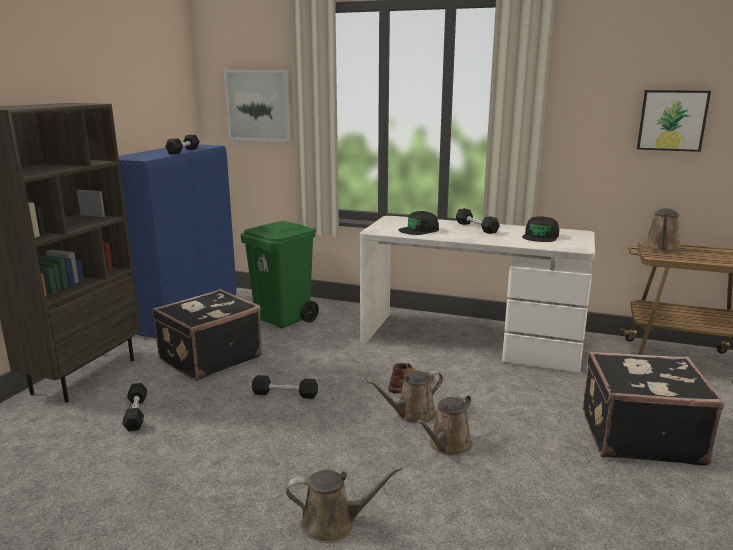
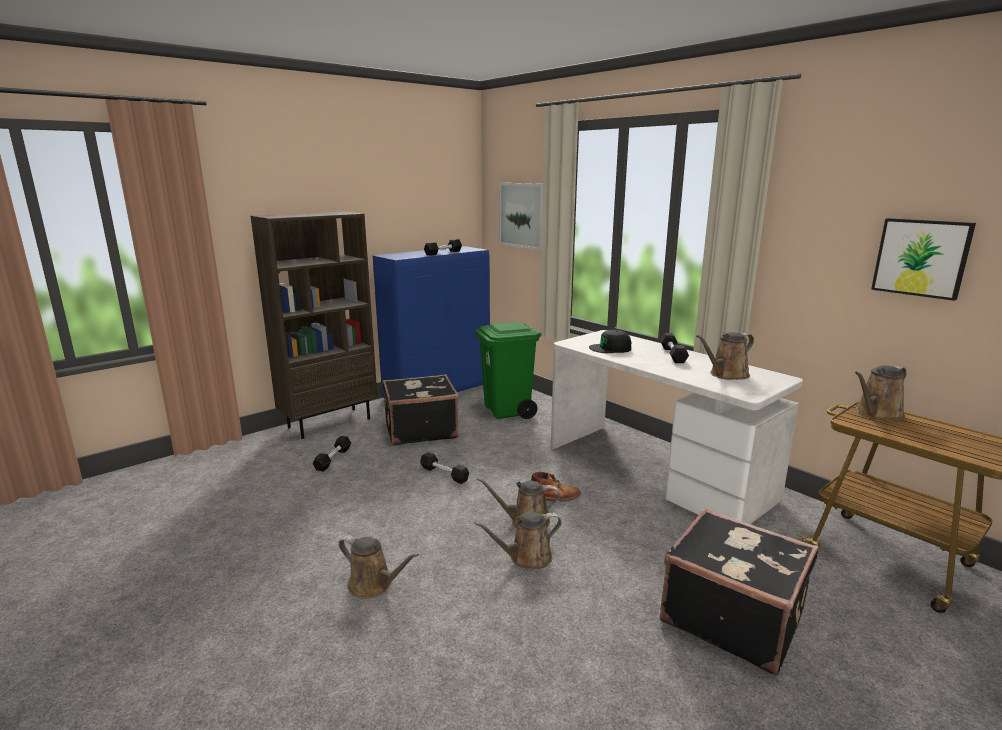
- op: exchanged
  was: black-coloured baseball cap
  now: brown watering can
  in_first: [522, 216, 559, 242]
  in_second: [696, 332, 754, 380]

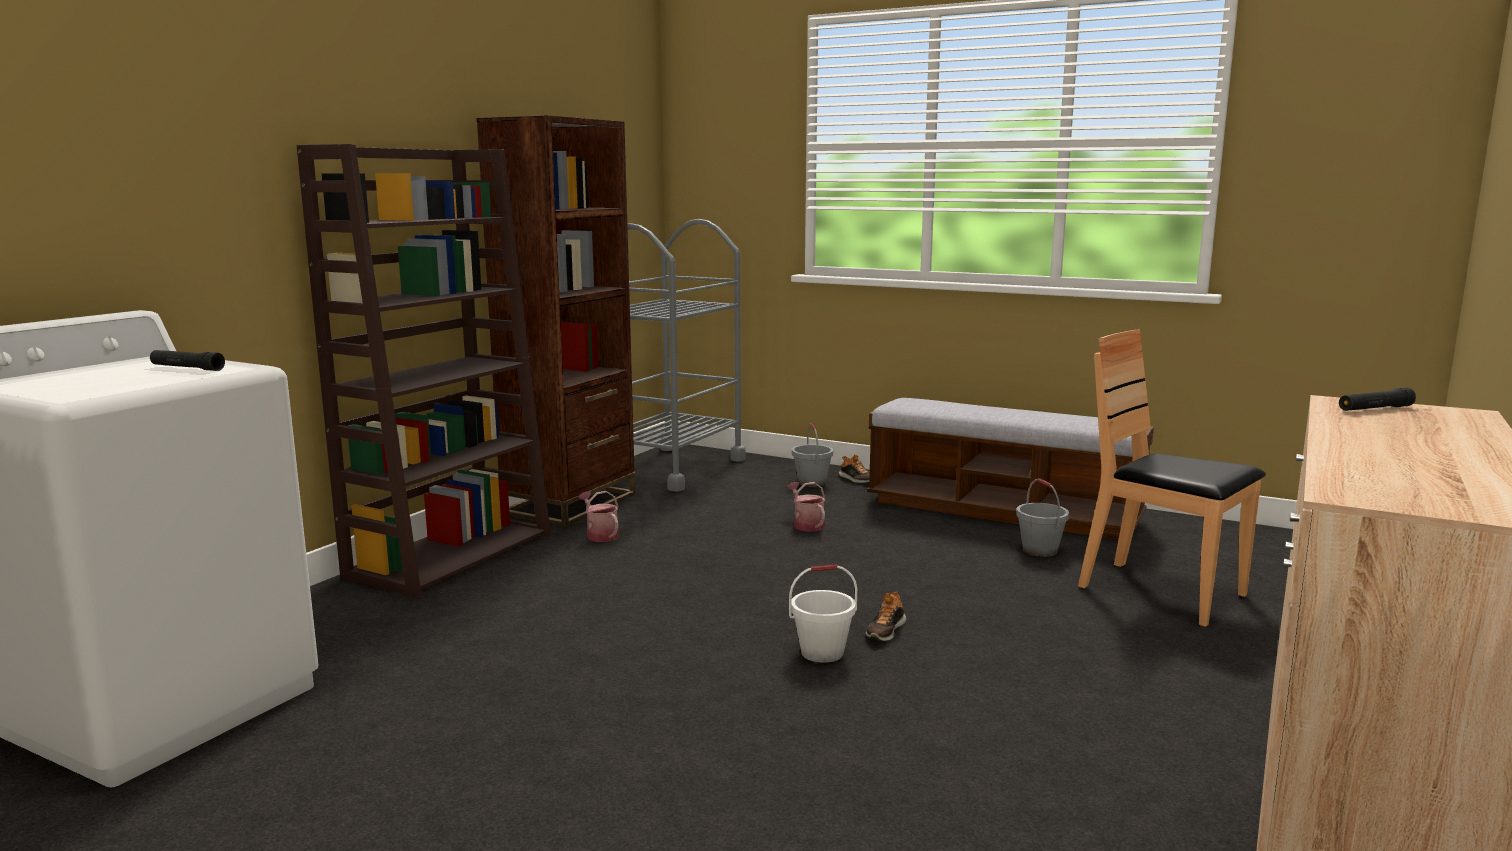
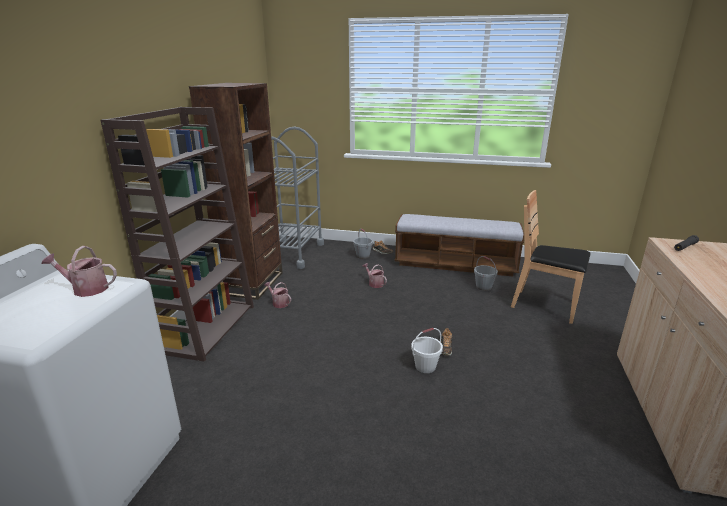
- op: exchanged
  was: black-coloured hand torch
  now: watering can
  in_first: [150, 350, 225, 371]
  in_second: [42, 246, 117, 297]

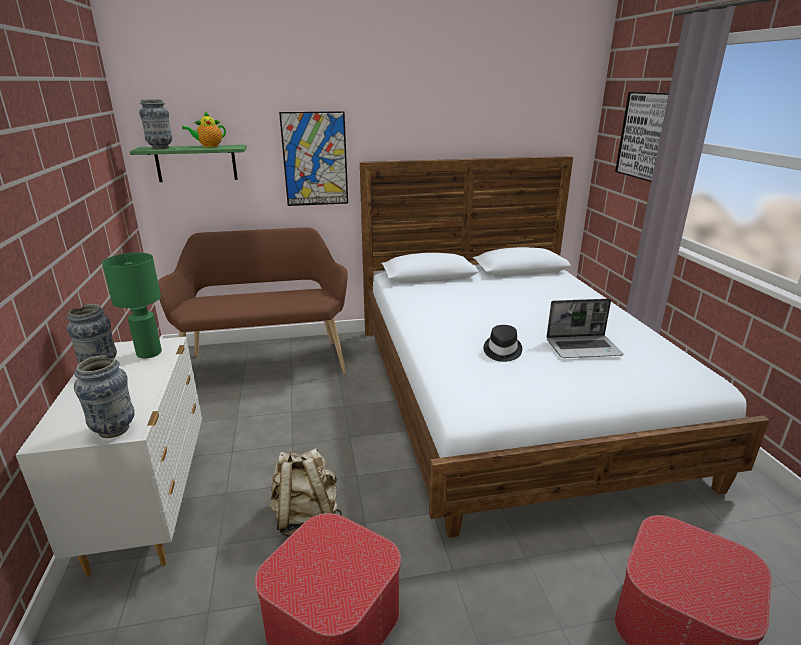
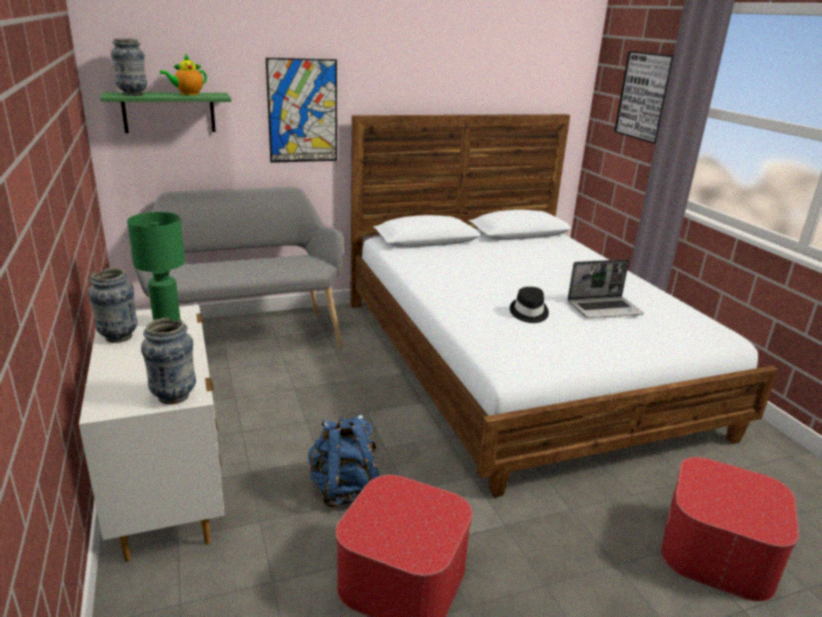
- op: colour
  was: brown long seat
  now: greyish long seat
  in_first: [158, 227, 348, 374]
  in_second: [130, 187, 344, 348]
- op: colour
  was: beige-coloured knapsack
  now: blue knapsack
  in_first: [270, 448, 342, 536]
  in_second: [308, 414, 380, 507]

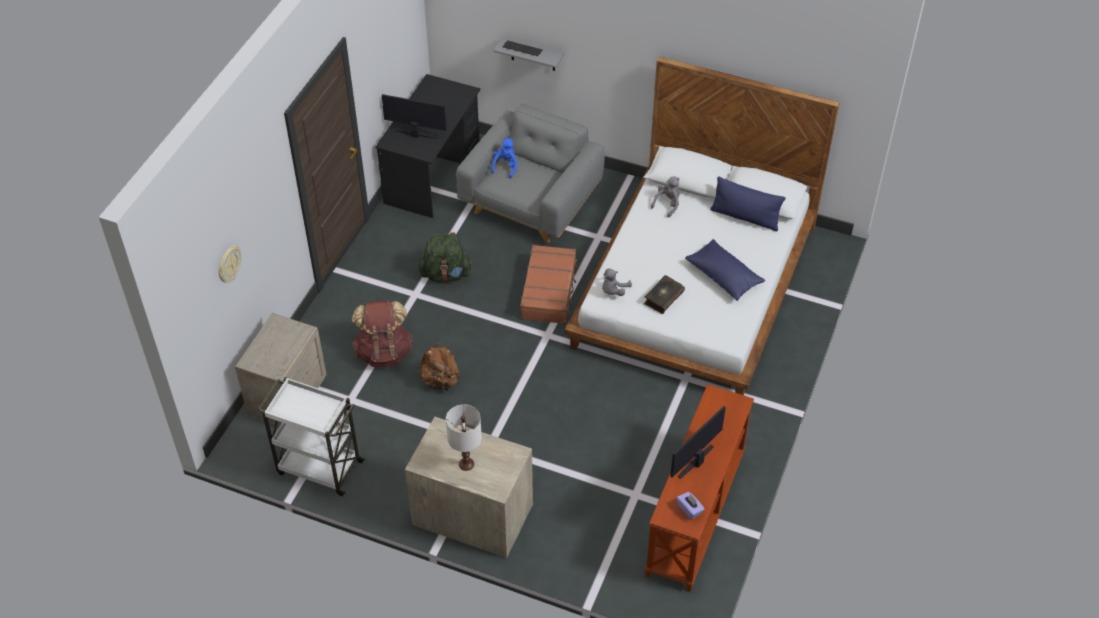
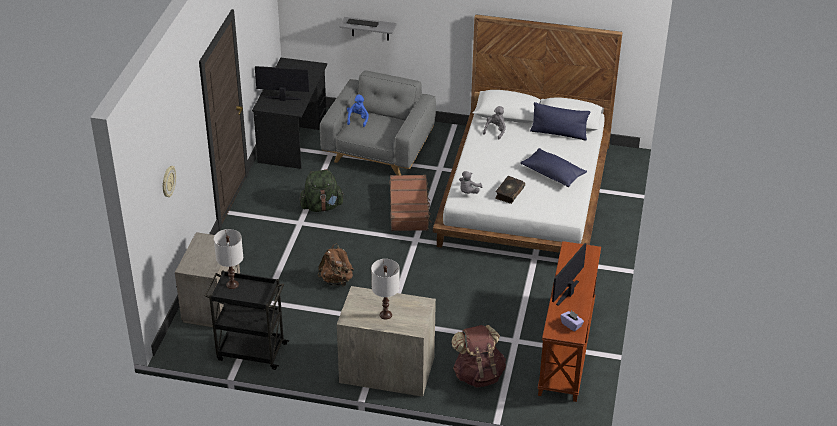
- op: colour
  was: white trolley
  now: black-coloured trolley
  in_first: [258, 377, 365, 496]
  in_second: [205, 270, 289, 370]
- op: appeared
  now: white table lamp
  in_second: [214, 229, 243, 289]
- op: relocated
  was: brown knapsack
  in_first: [352, 300, 413, 368]
  in_second: [451, 325, 506, 388]

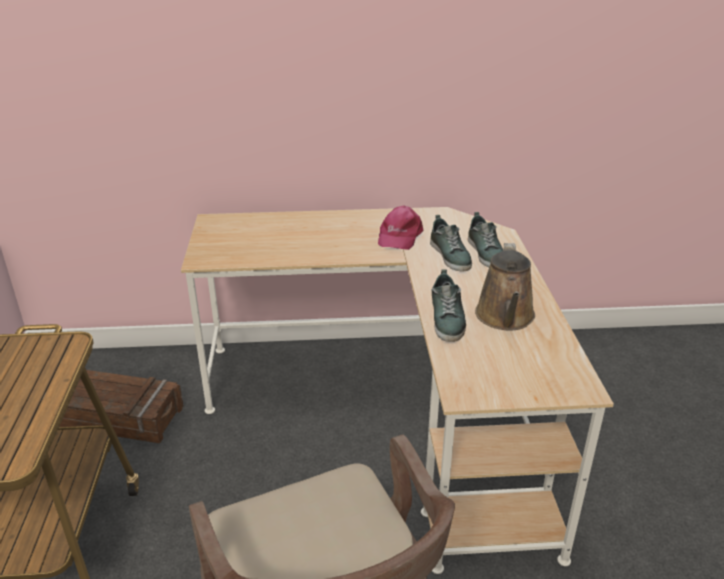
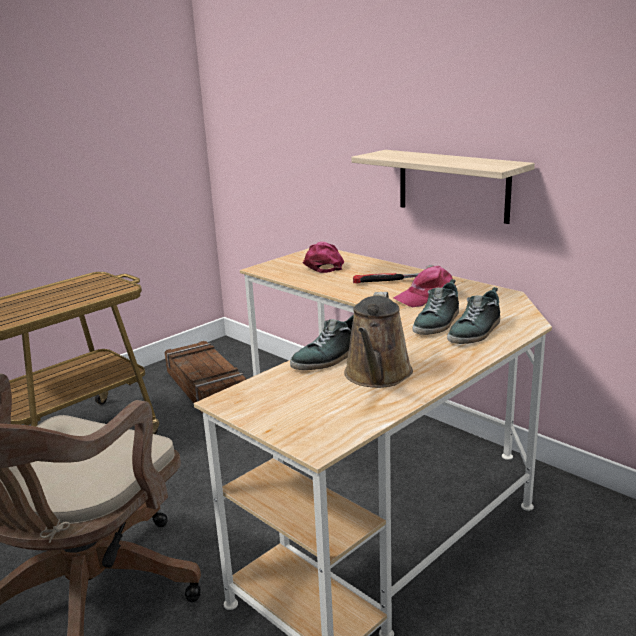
- op: appeared
  now: pink-coloured baseball cap
  in_second: [303, 242, 344, 273]
- op: spun
  was: brown watering can
  in_first: [475, 243, 535, 331]
  in_second: [344, 292, 413, 388]
  clockwise: -45
- op: appeared
  now: wall shelf
  in_second: [351, 150, 535, 224]
- op: appeared
  now: hand hammer
  in_second: [353, 265, 434, 283]

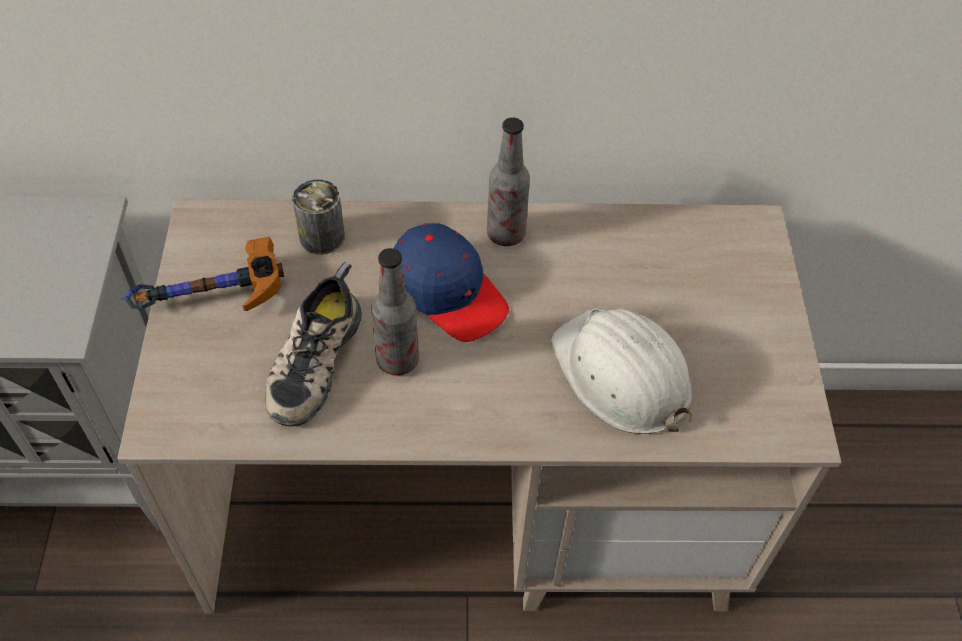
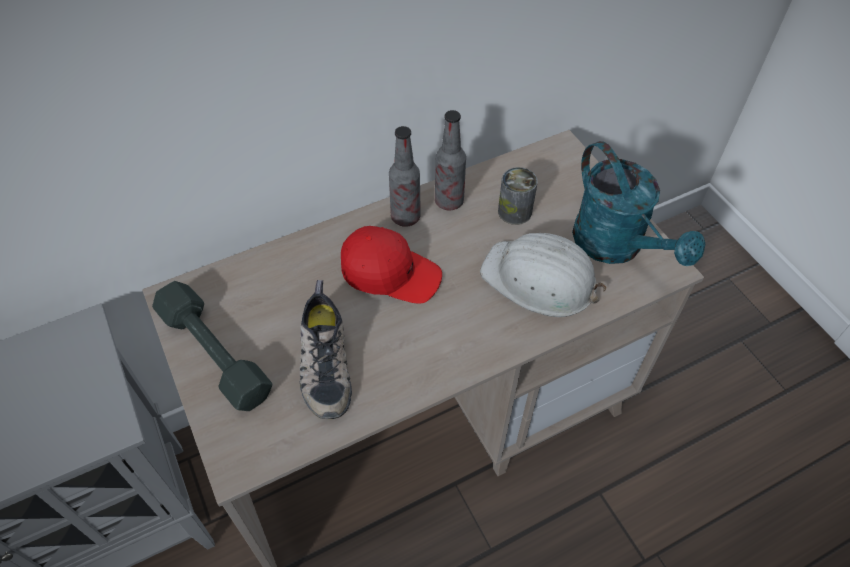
- op: exchanged
  was: hand hammer
  now: greyish hand weight
  in_first: [121, 237, 284, 311]
  in_second: [152, 281, 272, 411]
- op: colour
  was: blue baseball cap
  now: reddish baseball cap
  in_first: [393, 223, 509, 342]
  in_second: [341, 226, 442, 304]
- op: relocated
  was: drink bottle
  in_first: [371, 248, 419, 376]
  in_second: [435, 110, 466, 210]
- op: relocated
  was: sealed can
  in_first: [292, 179, 345, 255]
  in_second: [498, 167, 538, 225]
- op: appeared
  now: blue-green watering can
  in_second: [572, 141, 705, 266]

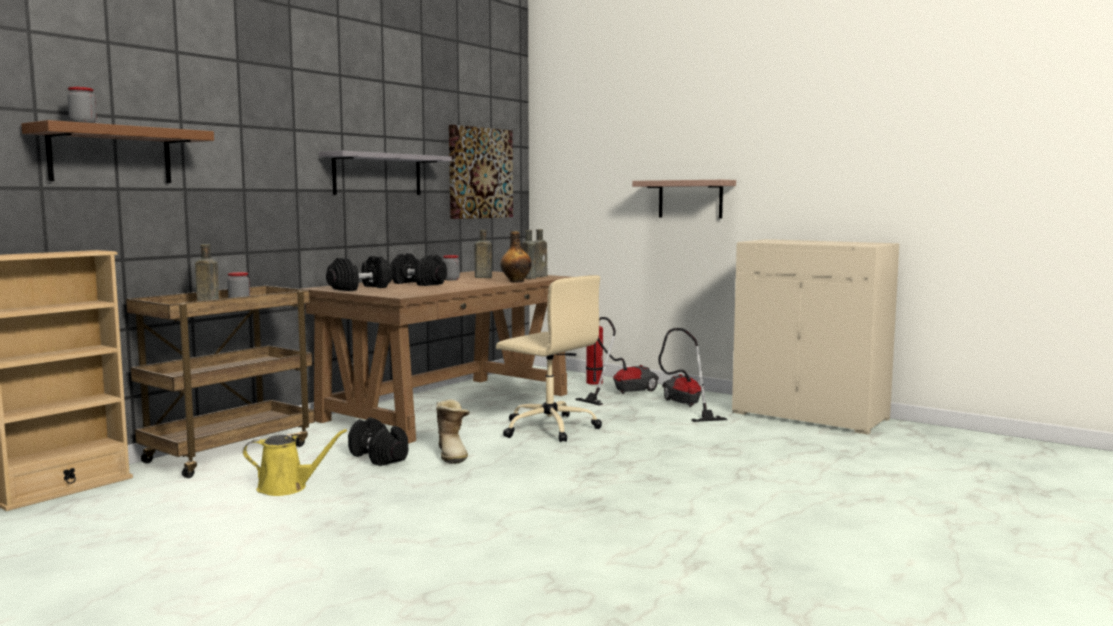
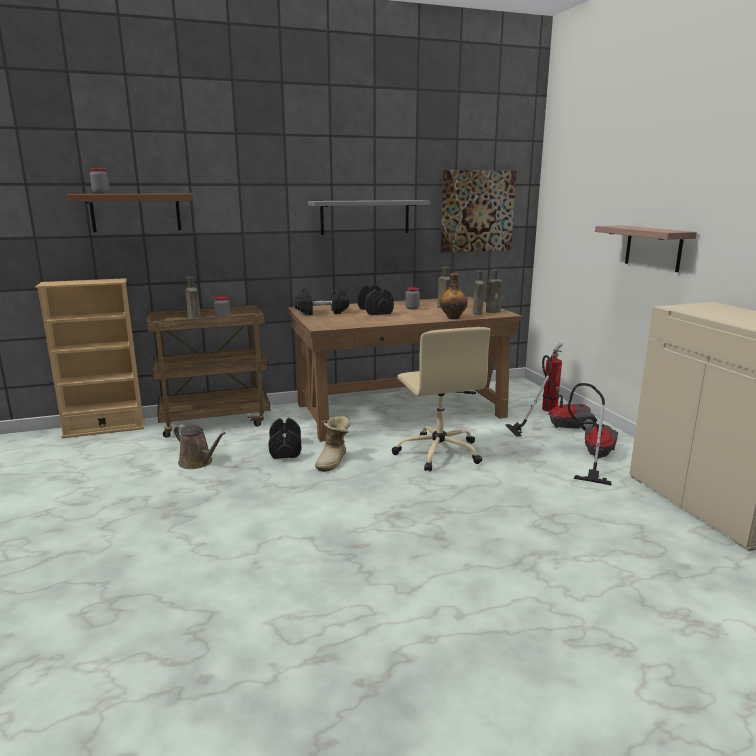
- op: colour
  was: yellowish watering can
  now: brown watering can
  in_first: [243, 429, 347, 496]
  in_second: [174, 425, 226, 469]

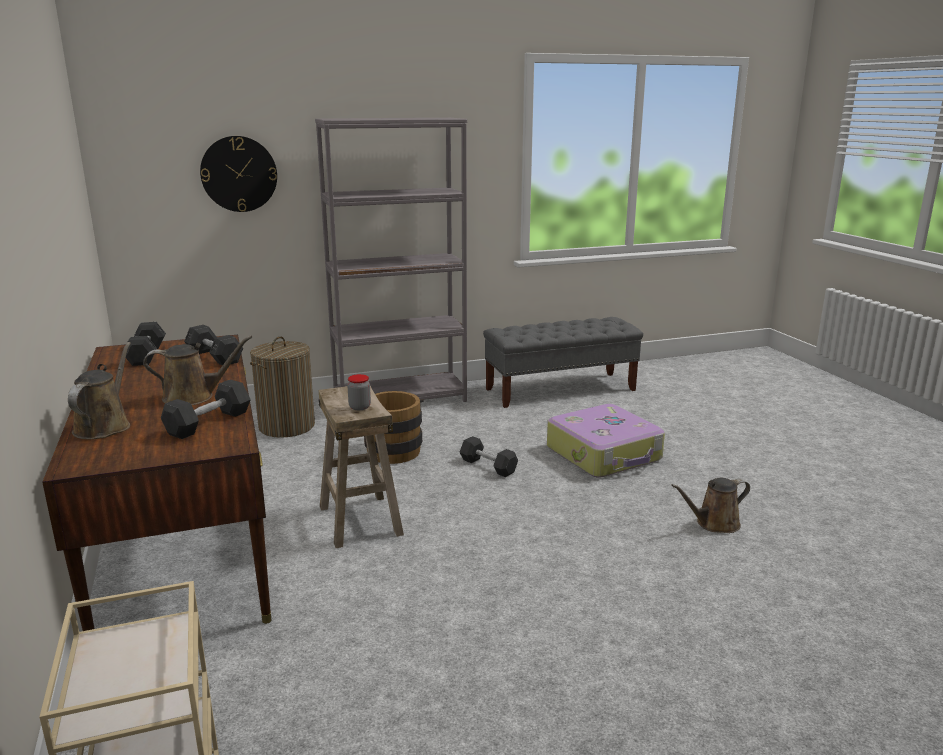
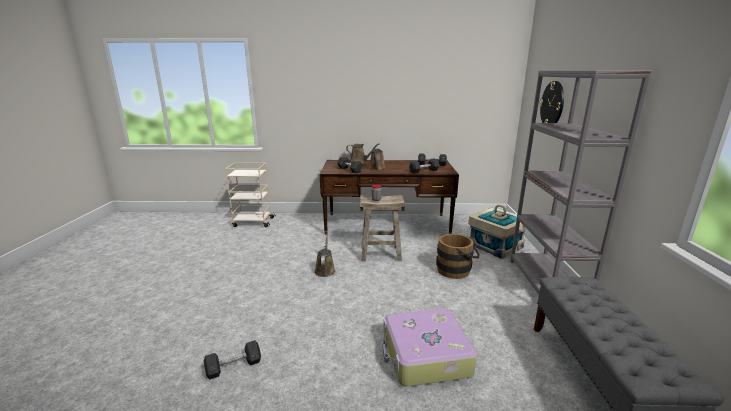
- op: relocated
  was: greyish hand weight
  in_first: [459, 436, 518, 477]
  in_second: [204, 340, 261, 379]
- op: relocated
  was: brown watering can
  in_first: [671, 478, 750, 533]
  in_second: [314, 235, 335, 277]
- op: exchanged
  was: hamper
  now: beige-coloured storage box
  in_first: [250, 336, 315, 438]
  in_second: [468, 204, 527, 259]

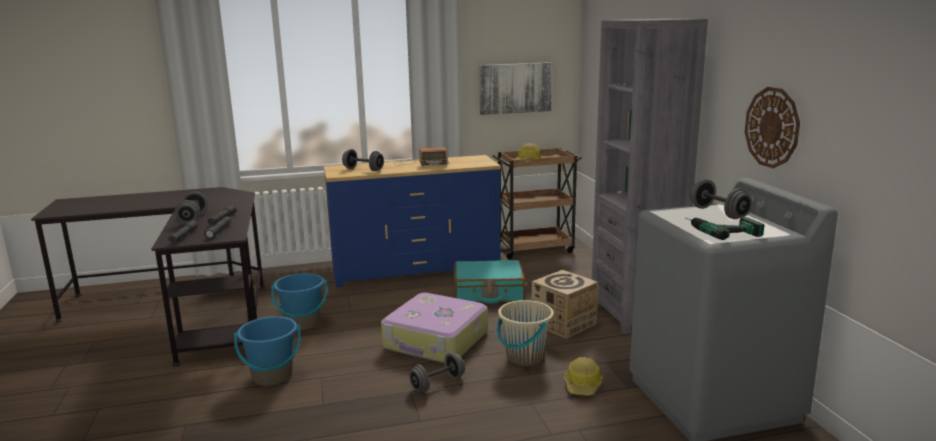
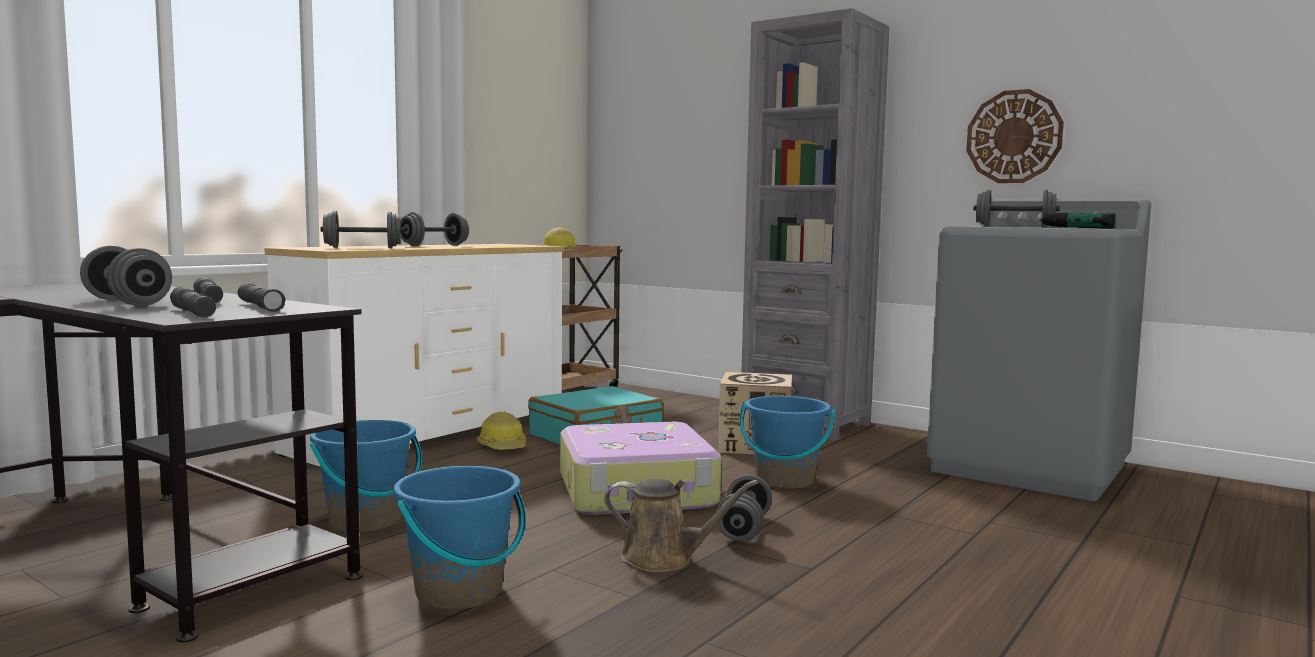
- op: colour
  was: blue drawer chest
  now: white drawer chest
  in_first: [324, 155, 501, 288]
  in_second: [264, 244, 564, 467]
- op: exchanged
  was: radio set
  now: greyish hand weight
  in_first: [394, 148, 447, 167]
  in_second: [400, 212, 469, 246]
- op: relocated
  was: hard hat
  in_first: [564, 357, 603, 396]
  in_second: [477, 411, 526, 450]
- op: appeared
  now: brown watering can
  in_second: [604, 479, 758, 572]
- op: colour
  was: beige-coloured water bucket
  now: blue water bucket
  in_first: [497, 300, 554, 366]
  in_second: [739, 396, 836, 489]
- op: missing
  was: picture
  in_first: [479, 62, 553, 115]

